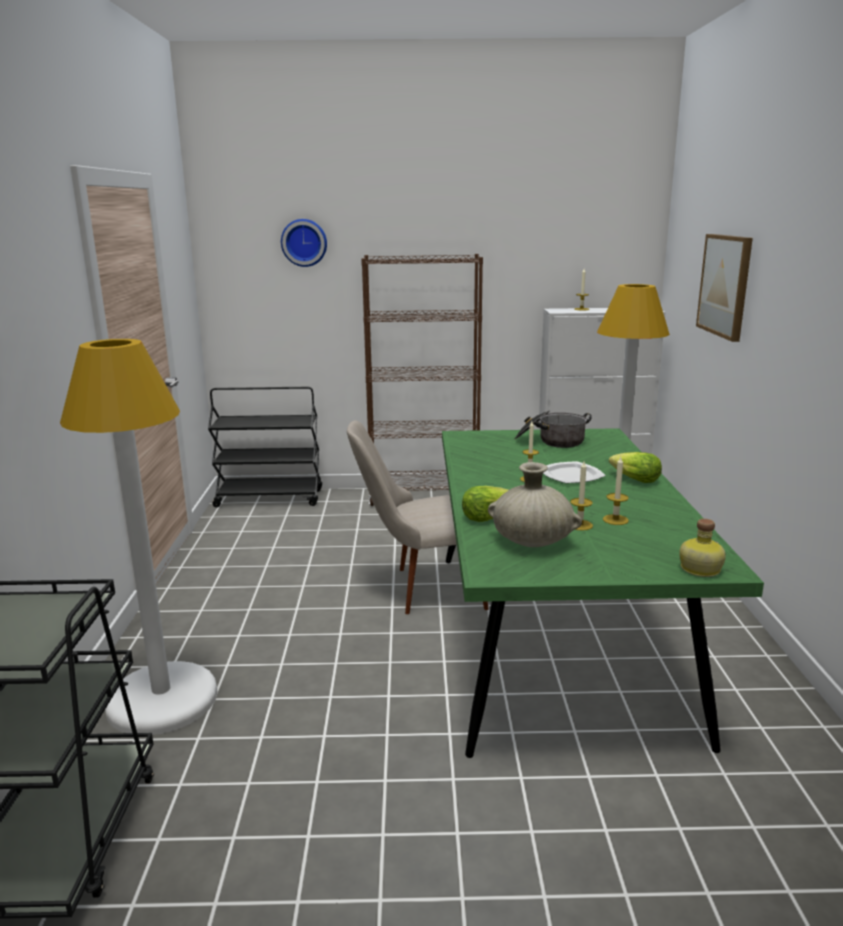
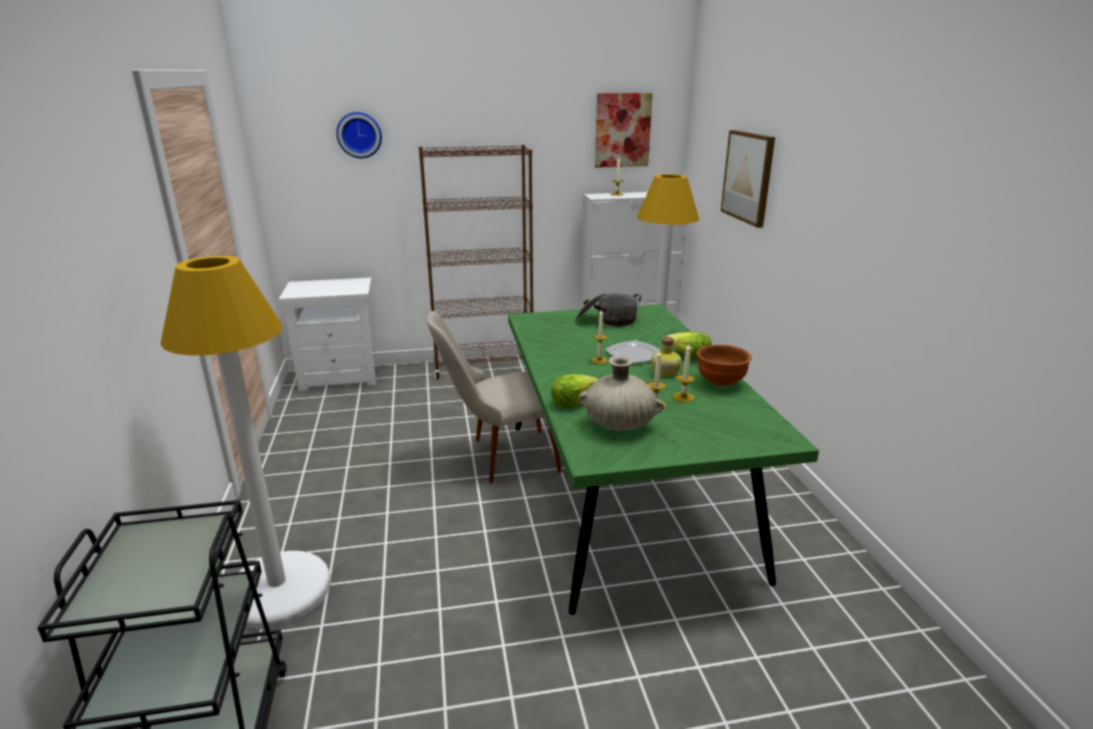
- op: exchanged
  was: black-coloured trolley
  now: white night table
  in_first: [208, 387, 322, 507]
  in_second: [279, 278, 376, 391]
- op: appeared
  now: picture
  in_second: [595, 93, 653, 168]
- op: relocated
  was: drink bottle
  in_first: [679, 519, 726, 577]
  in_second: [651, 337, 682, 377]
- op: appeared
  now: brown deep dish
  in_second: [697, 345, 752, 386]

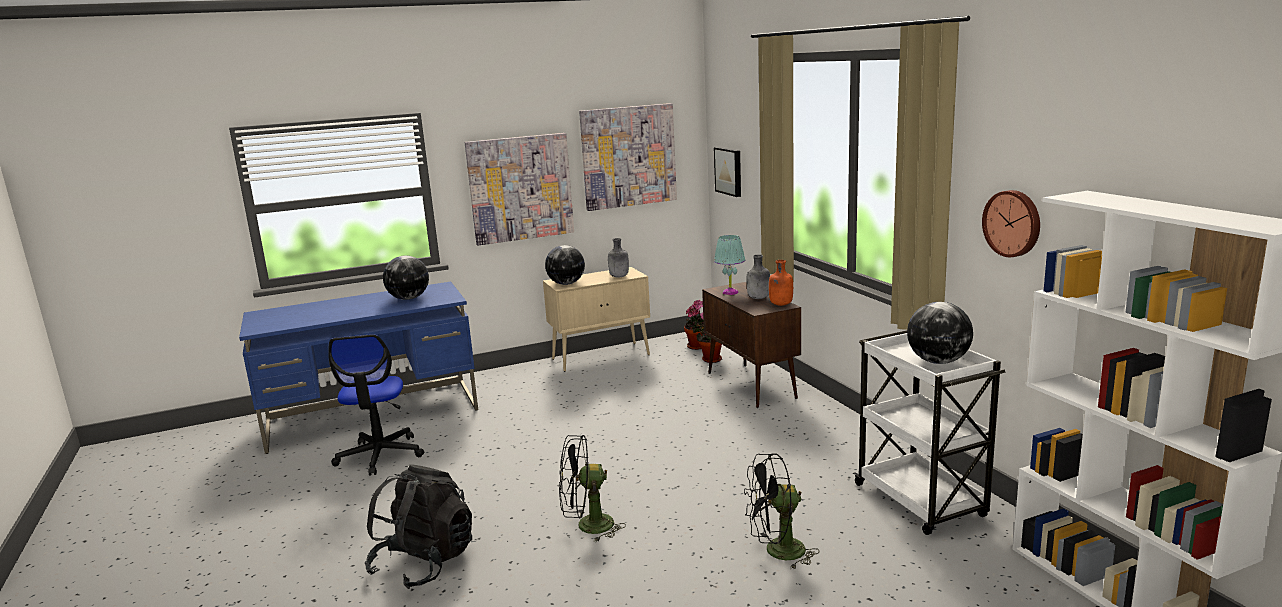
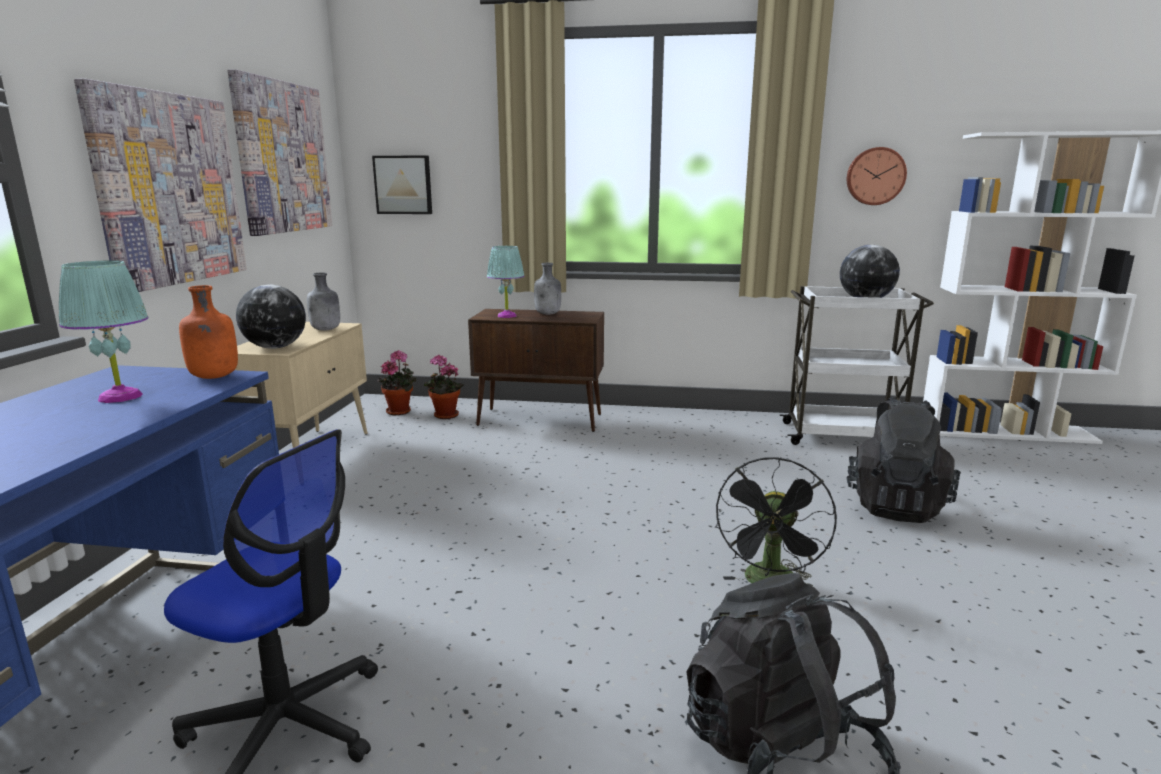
- op: exchanged
  was: world globe
  now: blue-green table lamp
  in_first: [383, 255, 429, 300]
  in_second: [59, 261, 149, 403]
- op: relocated
  was: orangey drink bottle
  in_first: [769, 260, 793, 306]
  in_second: [179, 285, 238, 379]
- op: exchanged
  was: black-coloured fan
  now: black-coloured knapsack
  in_first: [744, 453, 820, 570]
  in_second: [847, 397, 961, 523]

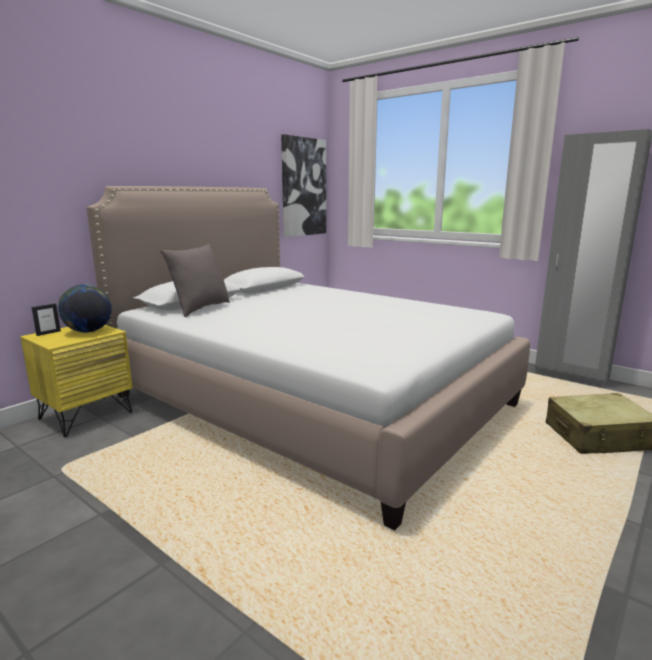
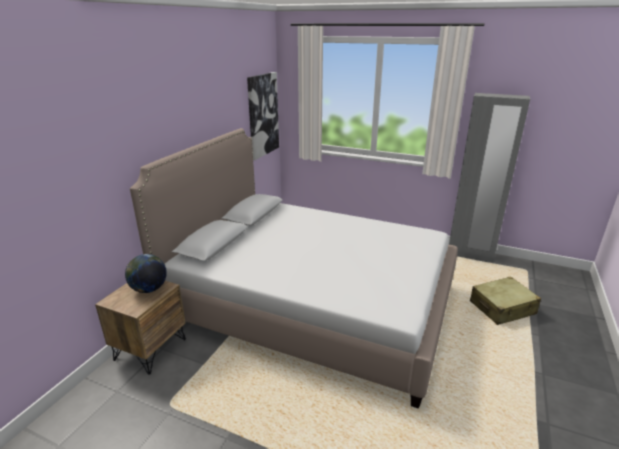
- op: colour
  was: yellowish night table
  now: brown night table
  in_first: [20, 325, 133, 437]
  in_second: [95, 281, 186, 375]
- op: missing
  was: standing frame
  in_first: [32, 303, 61, 336]
- op: missing
  was: greyish pillow
  in_first: [160, 244, 230, 317]

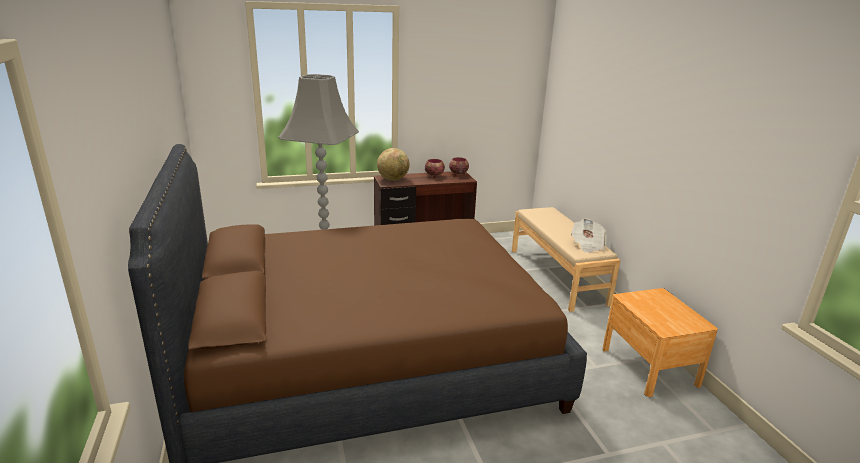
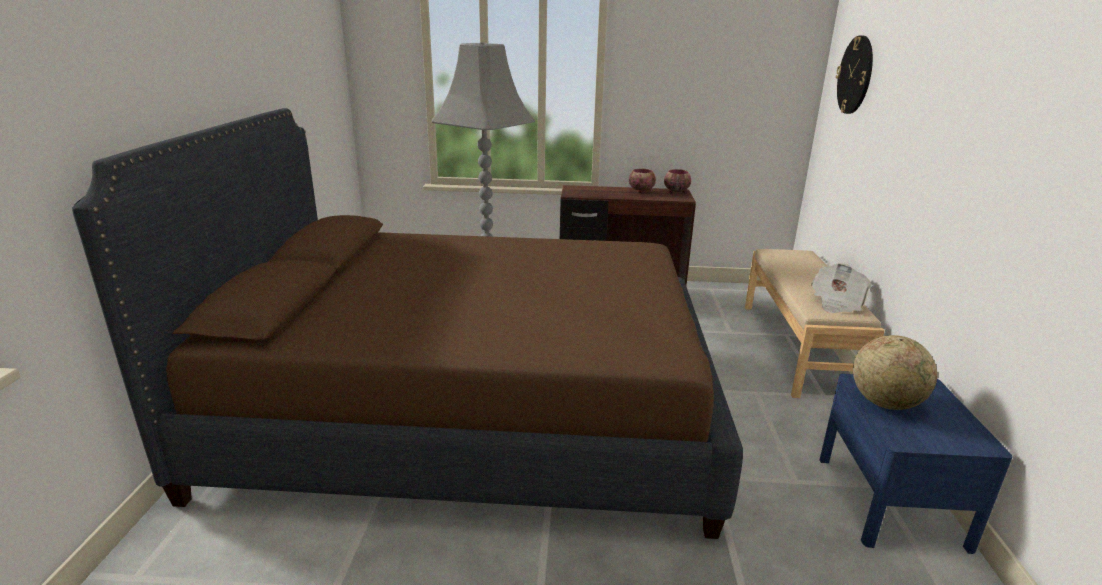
- op: colour
  was: brown night table
  now: blue night table
  in_first: [602, 288, 718, 397]
  in_second: [820, 374, 1013, 554]
- op: appeared
  now: wall clock
  in_second: [836, 36, 873, 114]
- op: relocated
  was: world globe
  in_first: [377, 148, 409, 181]
  in_second: [853, 335, 937, 410]

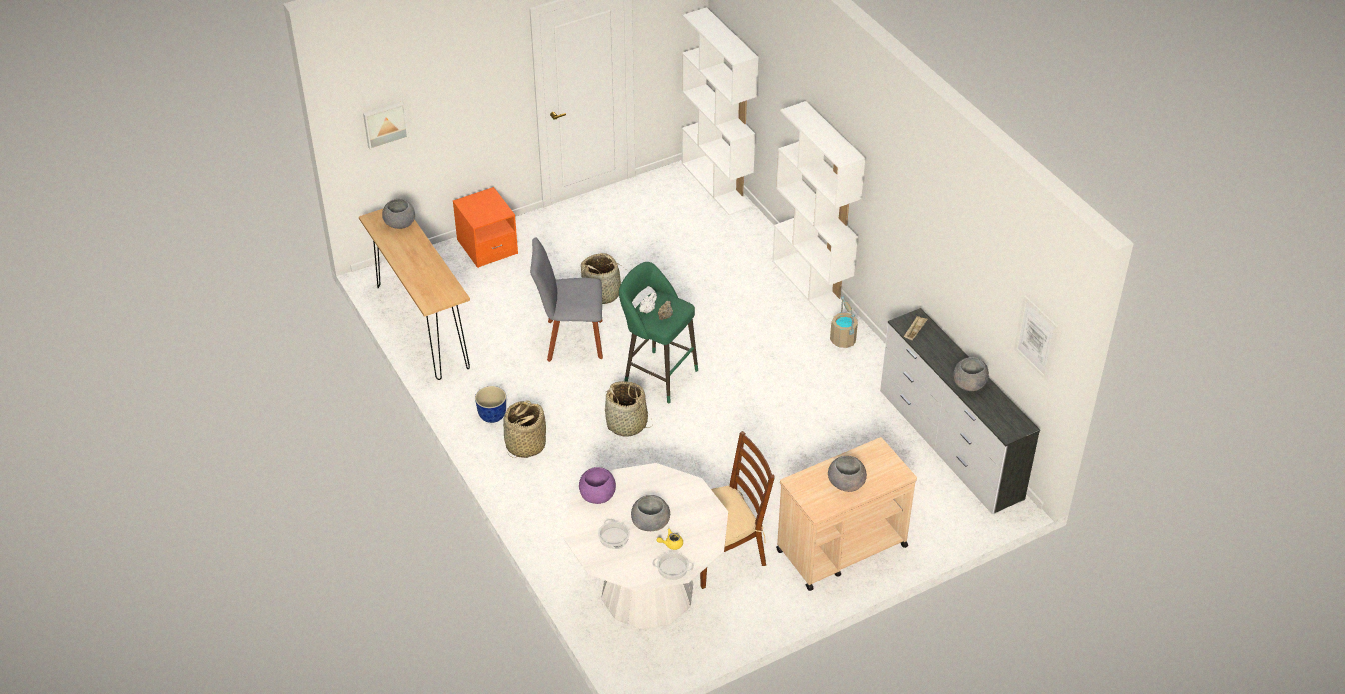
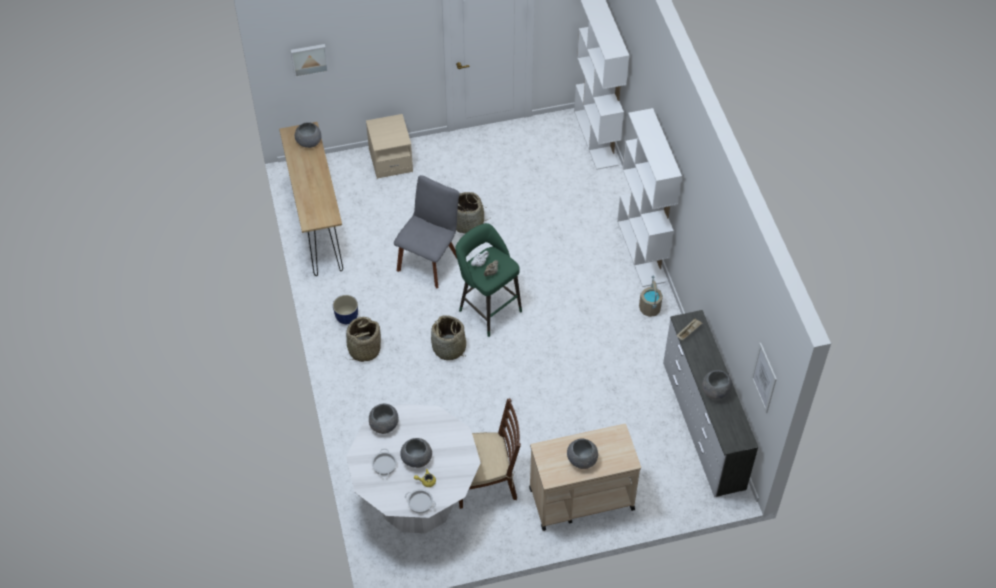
- op: colour
  was: orangey night table
  now: beige-coloured night table
  in_first: [453, 187, 518, 268]
  in_second: [366, 114, 413, 179]
- op: colour
  was: purplish deep dish
  now: greyish deep dish
  in_first: [579, 467, 616, 504]
  in_second: [369, 404, 399, 434]
- op: spun
  was: greyish plain chair
  in_first: [530, 237, 603, 362]
  in_second: [394, 175, 459, 288]
  clockwise: 105

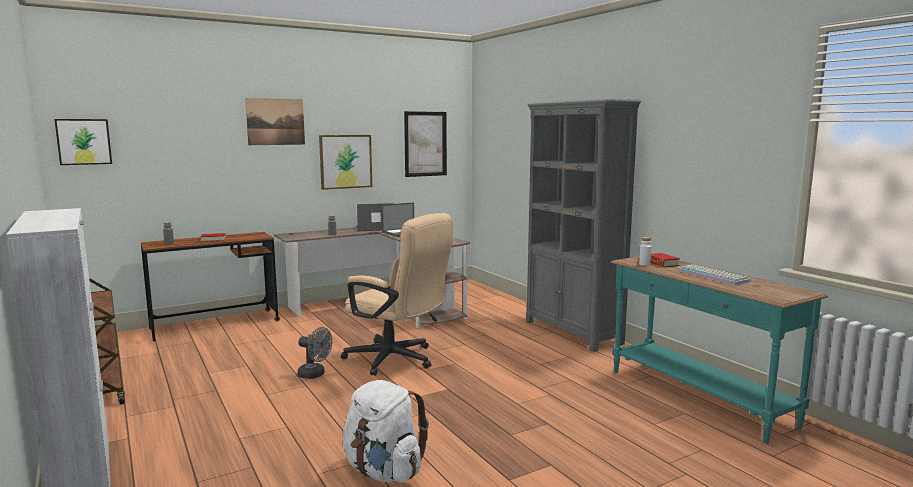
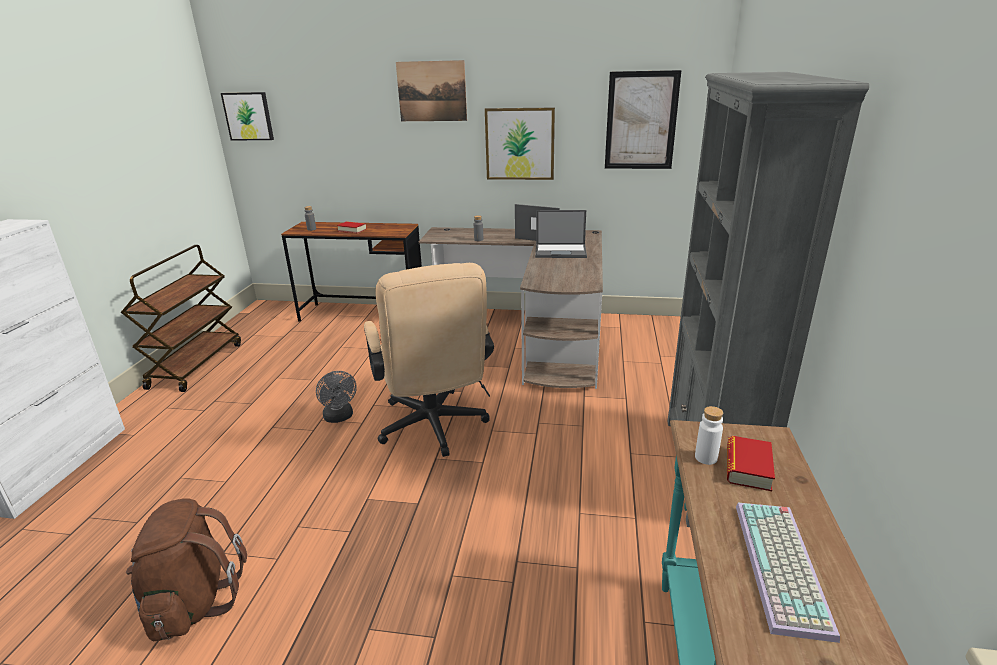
- op: colour
  was: white knapsack
  now: brown knapsack
  in_first: [343, 380, 429, 482]
  in_second: [126, 498, 247, 641]

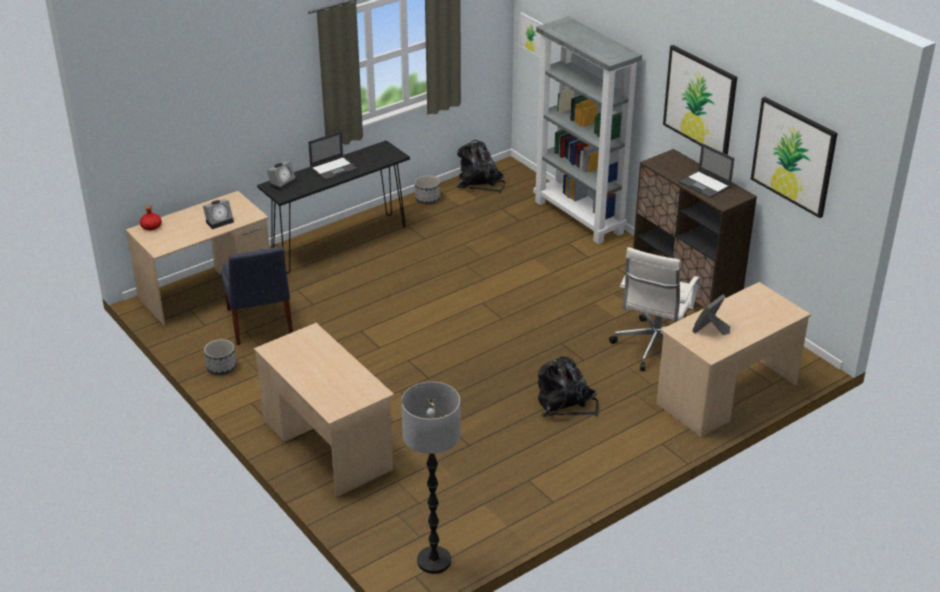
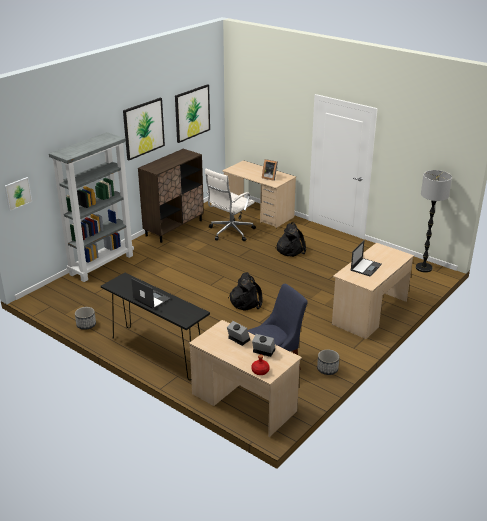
- op: spun
  was: white office chair
  in_first: [609, 247, 699, 371]
  in_second: [205, 169, 256, 241]
  clockwise: 120
- op: relocated
  was: black-coloured knapsack
  in_first: [457, 140, 505, 193]
  in_second: [228, 272, 263, 311]
- op: relocated
  was: table clock
  in_first: [267, 161, 297, 191]
  in_second: [252, 334, 275, 357]
- op: relocated
  was: laptop
  in_first: [679, 143, 734, 198]
  in_second: [350, 240, 382, 277]

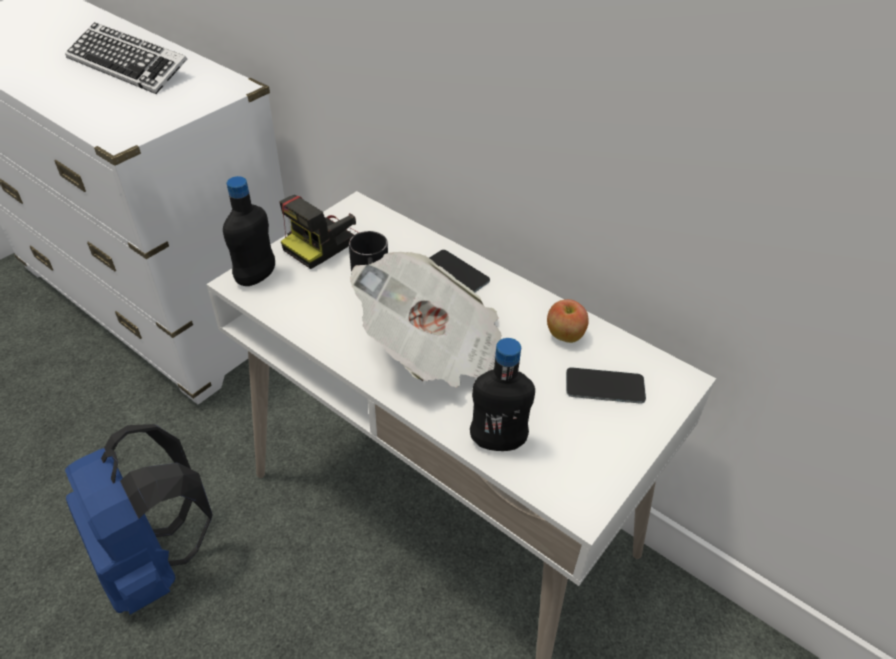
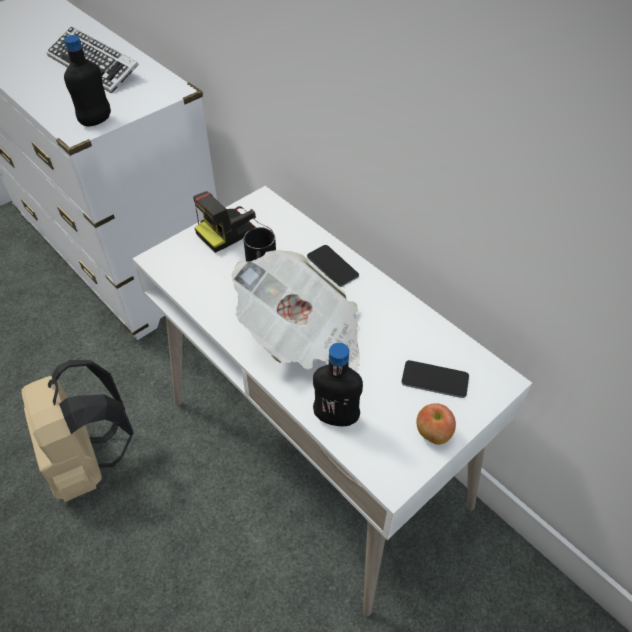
- op: colour
  was: blue knapsack
  now: beige-coloured knapsack
  in_first: [65, 424, 213, 615]
  in_second: [21, 360, 134, 502]
- op: relocated
  was: black-coloured drink bottle
  in_first: [223, 176, 275, 286]
  in_second: [64, 35, 111, 127]
- op: relocated
  was: apple fruit
  in_first: [547, 299, 589, 343]
  in_second: [417, 403, 456, 445]

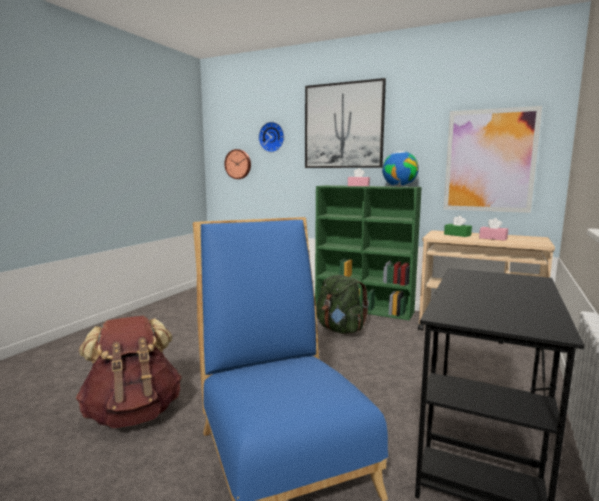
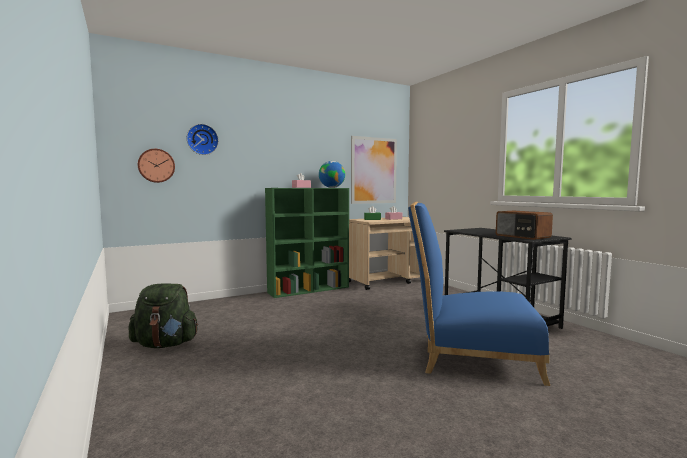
- op: relocated
  was: greenish knapsack
  in_first: [316, 275, 369, 334]
  in_second: [129, 283, 198, 348]
- op: appeared
  now: radio set
  in_second: [496, 211, 553, 240]
- op: missing
  was: brown knapsack
  in_first: [76, 316, 182, 428]
- op: missing
  was: picture
  in_first: [305, 78, 386, 168]

